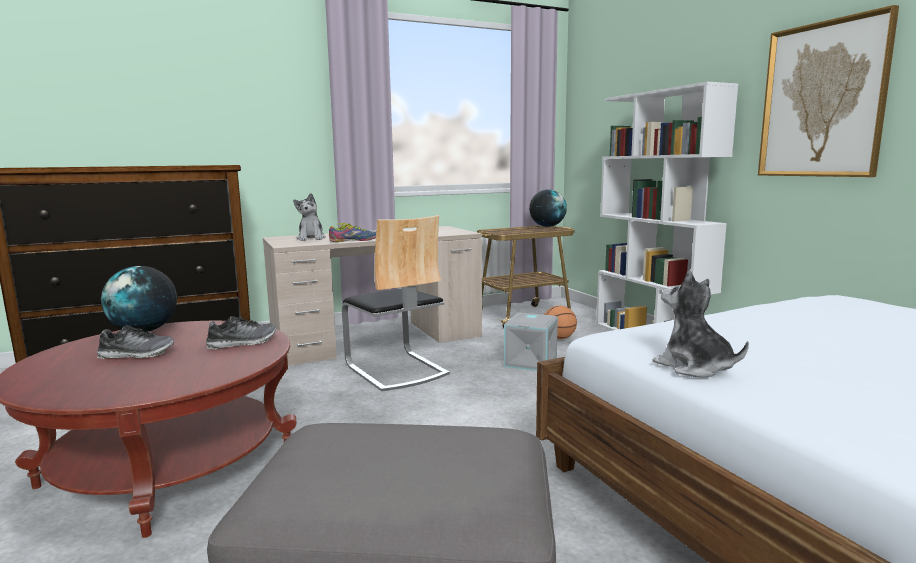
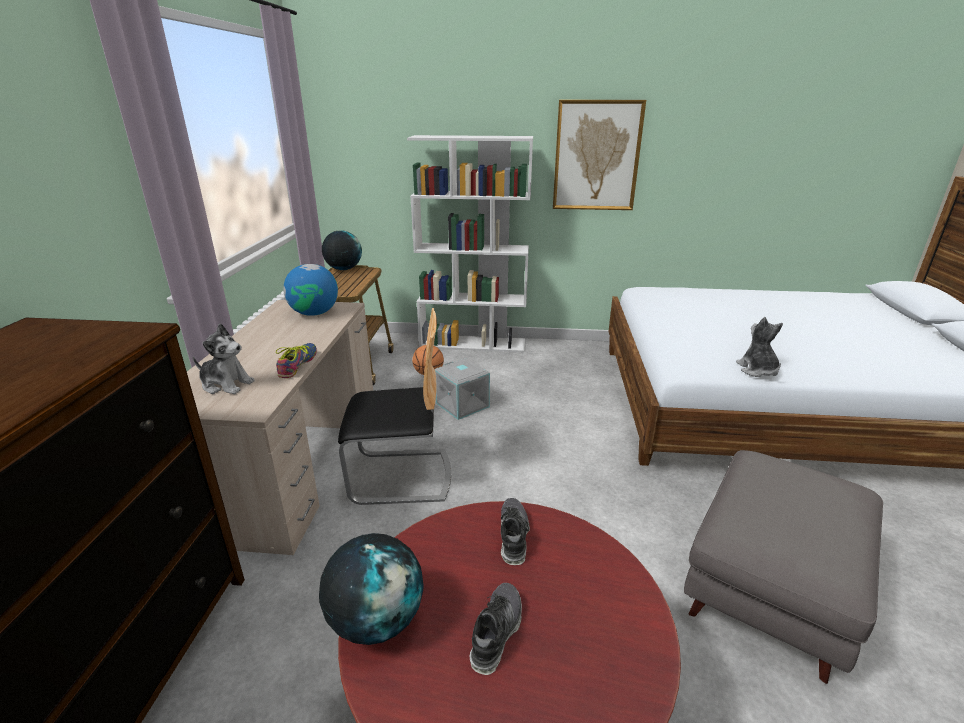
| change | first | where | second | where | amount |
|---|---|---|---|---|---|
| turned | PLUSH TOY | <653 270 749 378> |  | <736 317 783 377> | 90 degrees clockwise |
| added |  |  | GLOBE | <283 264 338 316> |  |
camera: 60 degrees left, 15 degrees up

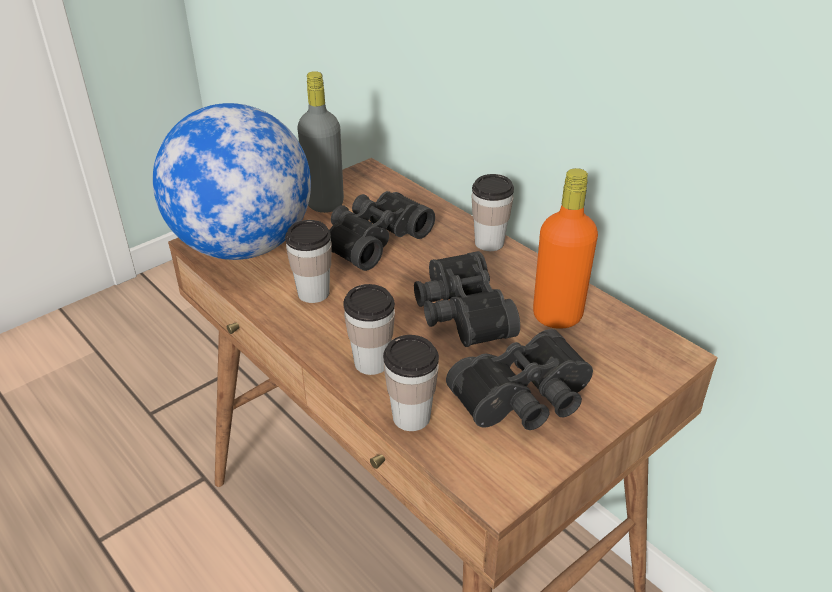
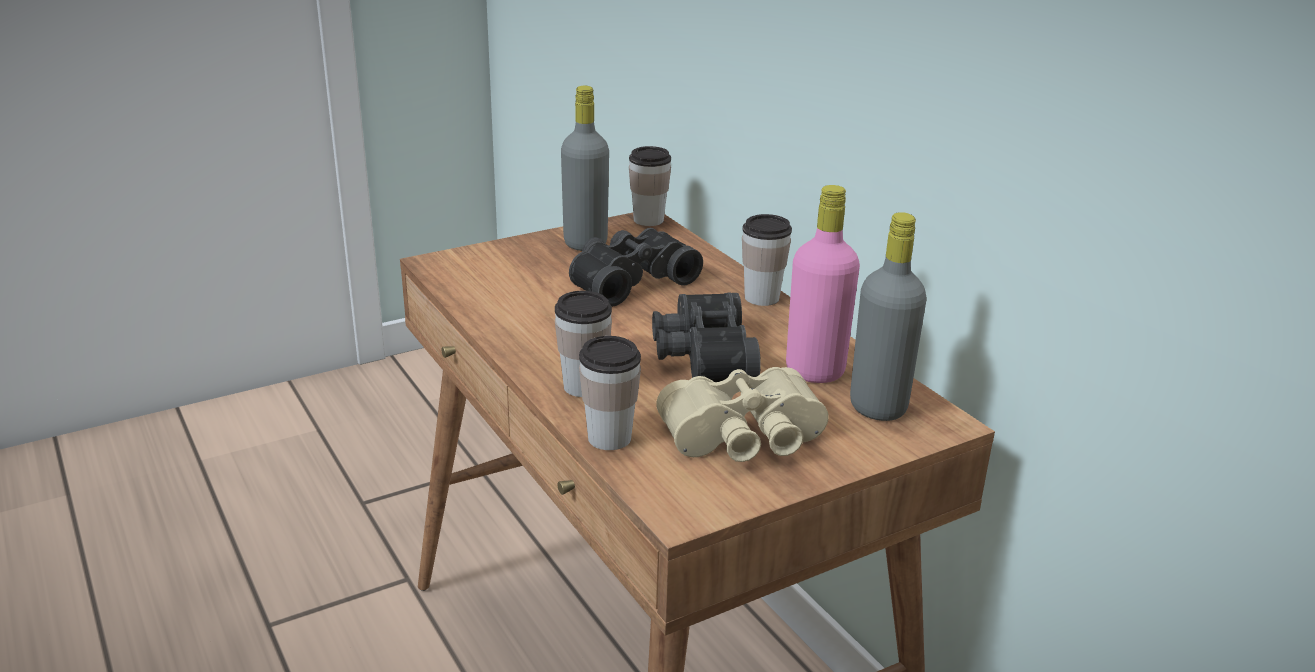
| change | first | where | second | where | amount |
|---|---|---|---|---|---|
| removed | GLOBE | <153 103 311 260> |  |  |  |
| moved | CUP | <285 220 332 303> |  | <629 146 671 226> |  |
| recoloured | BLACK BINOCULARS | <446 329 593 430> | BEIGE BINOCULARS | <656 367 829 462> |  |
| recoloured | ORANGE BOTTLE | <533 168 598 329> | PINK BOTTLE | <786 185 860 383> |  |
| added |  |  | GREY BOTTLE | <850 212 927 421> |  |
camera: 10 degrees right, 10 degrees down

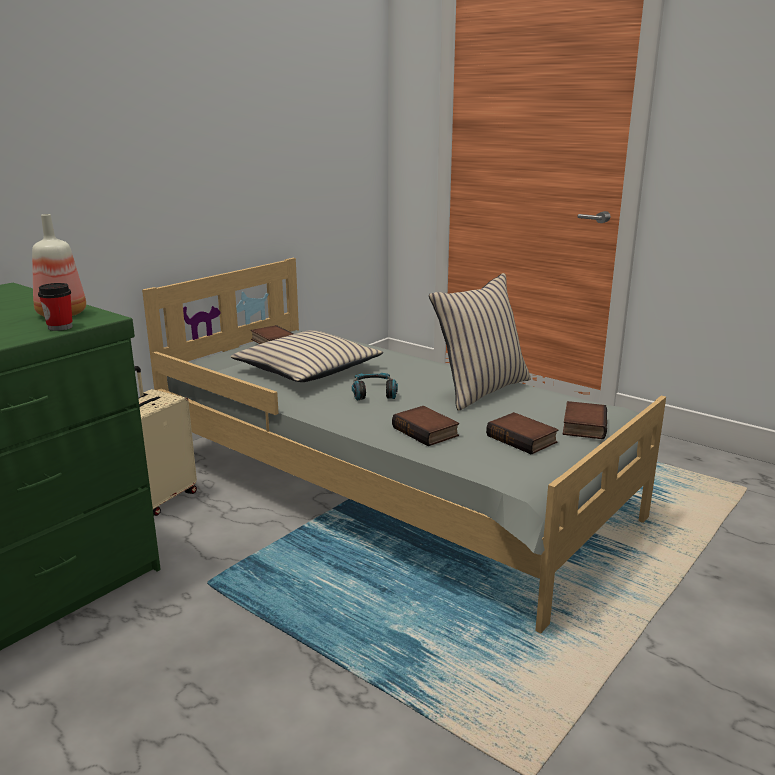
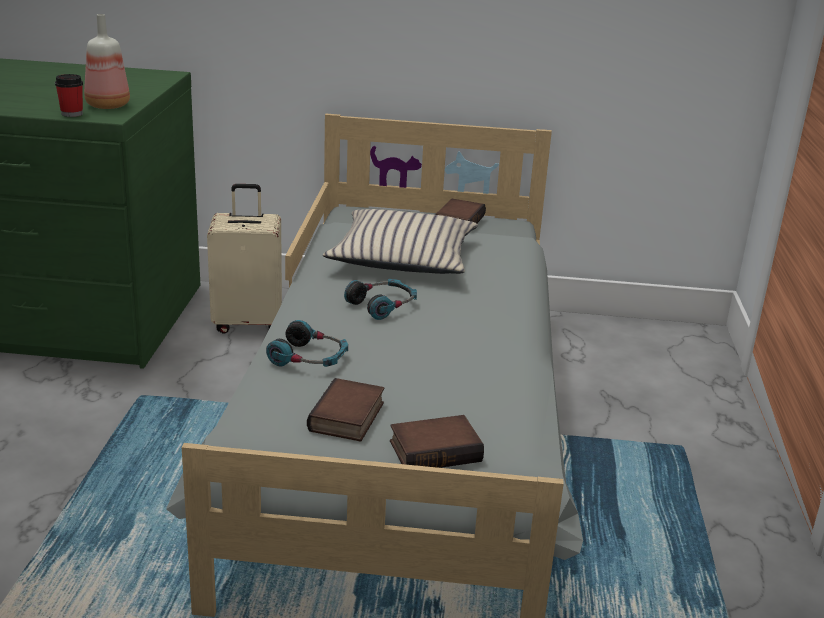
| change | first | where | second | where | amount |
|---|---|---|---|---|---|
| replaced | BOOK | <392 406 459 446> | HEADPHONES | <266 320 348 367> |  |
| removed | BEIGE PILLOW | <429 273 531 411> |  |  |  |
camera: 55 degrees right, 5 degrees up

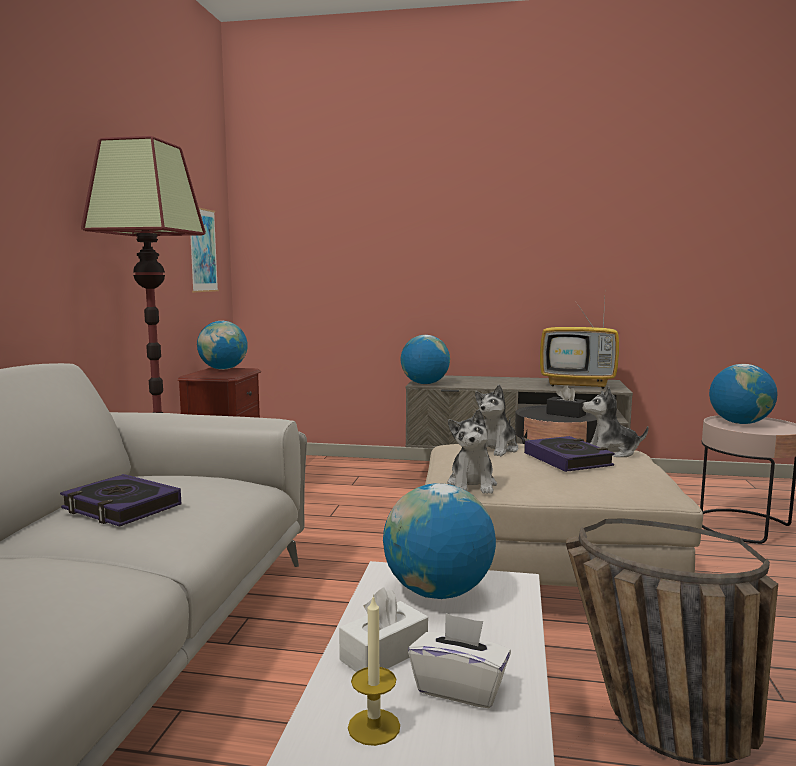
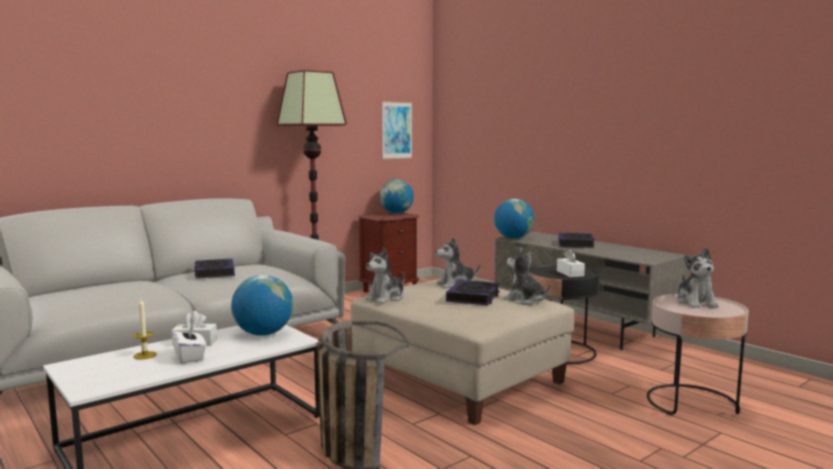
| change | first | where | second | where | amount |
|---|---|---|---|---|---|
| removed | TELEVISION | <540 296 619 389> |  |  |  |
| recoloured | BLACK TISSUE BOX | <546 385 587 418> | WHITE TISSUE BOX | <557 249 585 277> |  |
| replaced | GLOBE | <709 364 777 424> | PLUSH TOY | <676 248 719 308> |  |
| added |  |  | BOOK | <559 233 594 248> |  |
camera: 40 degrees right, 0 degrees up

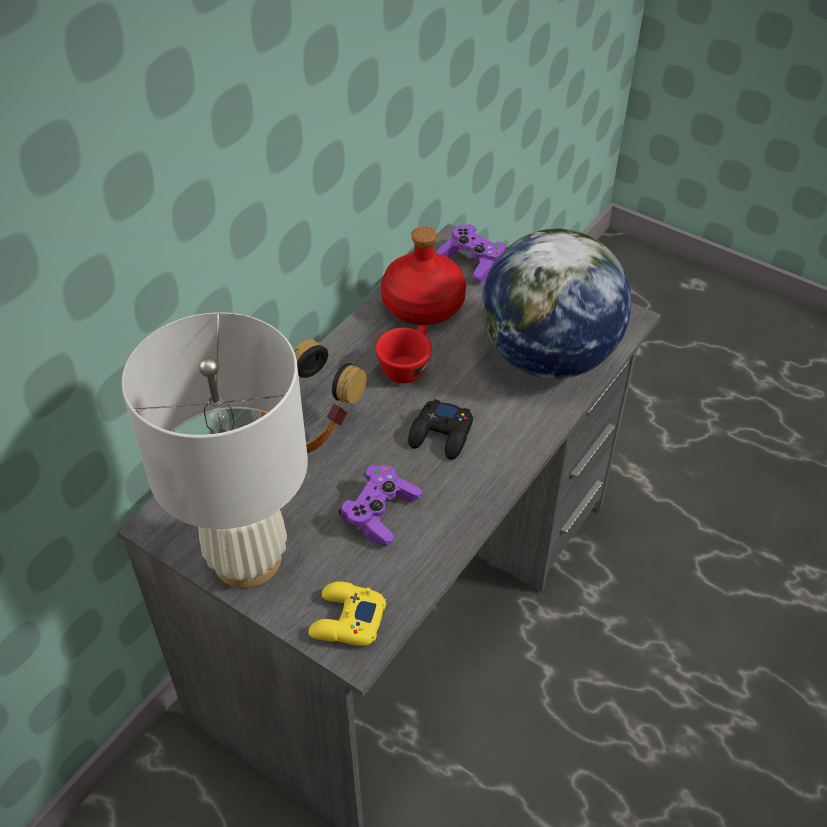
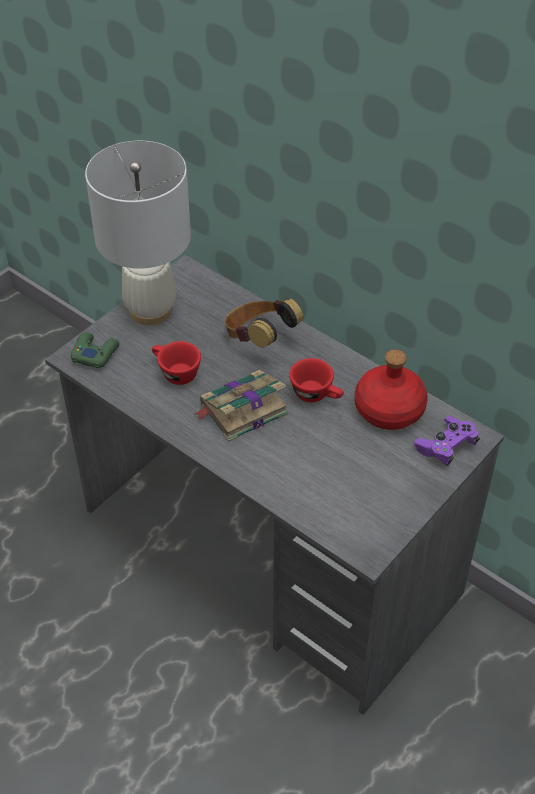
| change | first | where | second | where | amount |
|---|---|---|---|---|---|
| recoloured | YELLOW GAME CONTROLLER | <308 582 386 646> | GREEN GAME CONTROLLER | <71 332 119 368> |  |
| replaced | PURPLE GAME CONTROLLER | <339 465 422 547> | RED CUP | <152 341 201 385> |  |
| replaced | BLACK GAME CONTROLLER | <408 399 473 460> | BOOK | <194 370 288 442> |  |
| removed | GLOBE | <481 228 631 379> |  |  |  |
camera: 95 degrees right, 0 degrees up

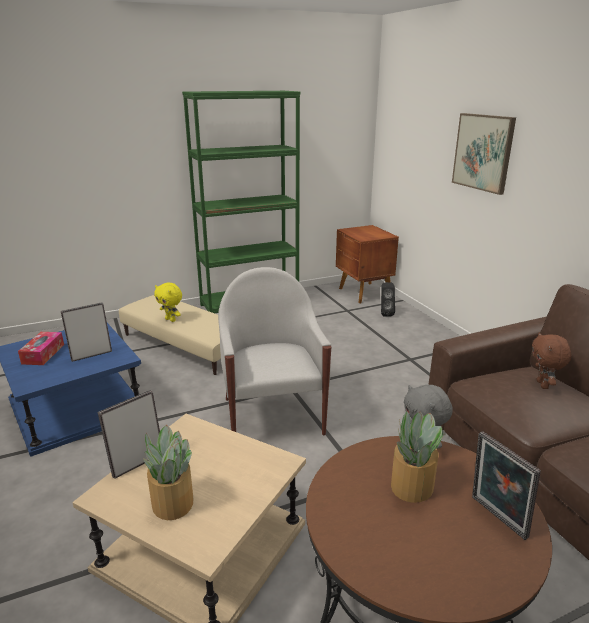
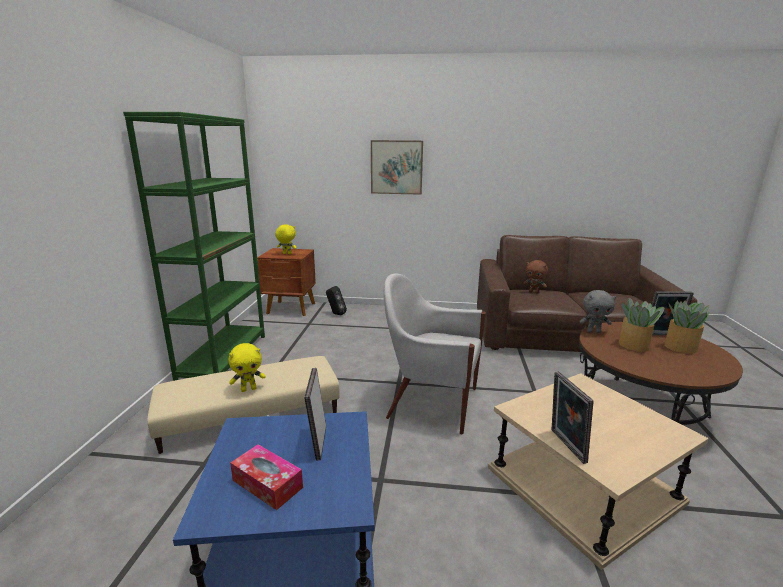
| change | first | where | second | where | amount |
|---|---|---|---|---|---|
| moved | POTTED PLANT | <143 425 193 520> |  | <665 300 709 354> |  |
| added |  |  | YELLOW PLUSH TOY | <275 224 297 254> |  |
camera: 60 degrees left, 5 degrees down

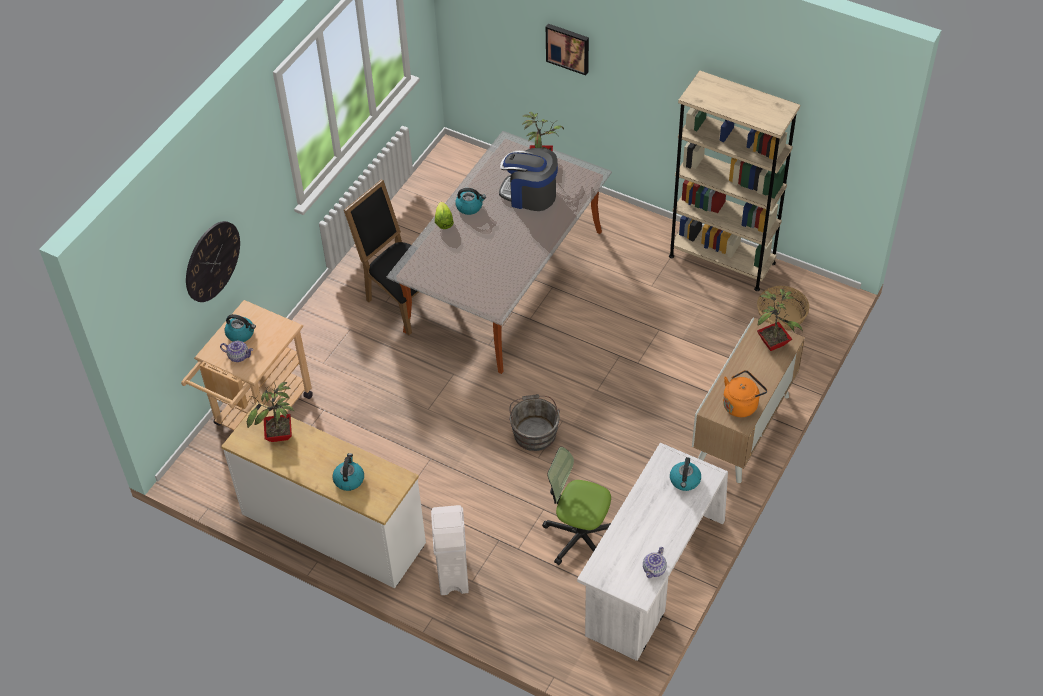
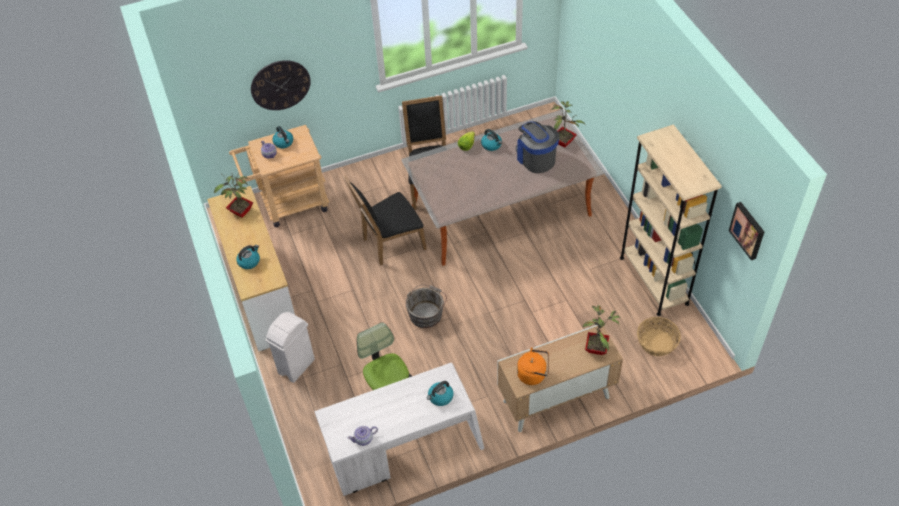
| change | first | where | second | where | amount |
|---|---|---|---|---|---|
| moved | PICTURE | <546 24 589 76> |  | <729 202 764 260> |  |
| added |  |  | BLACK CHAIR | <344 176 427 266> |  |
camera: 40 degrees right, 0 degrees up

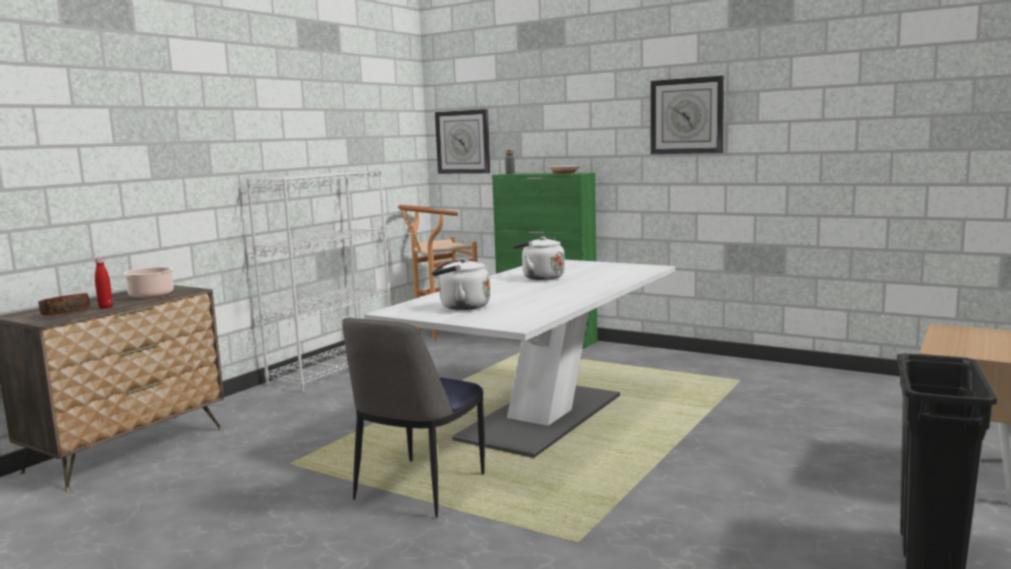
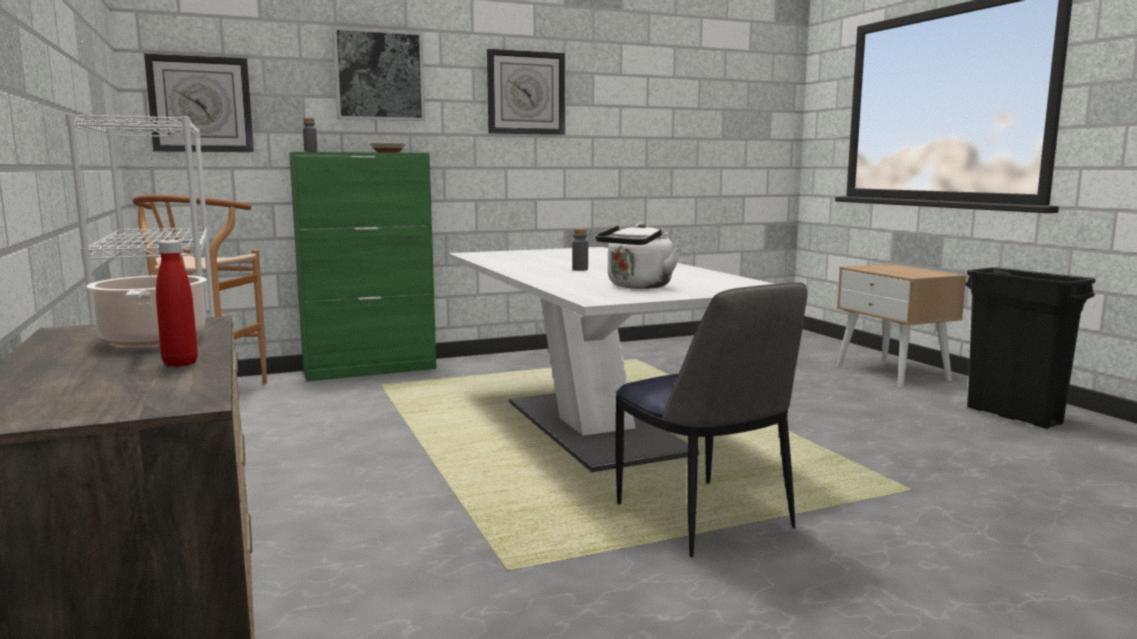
| change | first | where | second | where | amount |
|---|---|---|---|---|---|
| removed | BOWL | <38 293 90 316> |  |  |  |
| removed | WHITE KETTLE | <513 237 565 280> |  |  |  |
| added |  |  | PICTURE | <332 26 425 121> |  |
| added |  |  | GREY BOTTLE | <572 229 588 271> |  |
camera: 55 degrees left, 0 degrees up

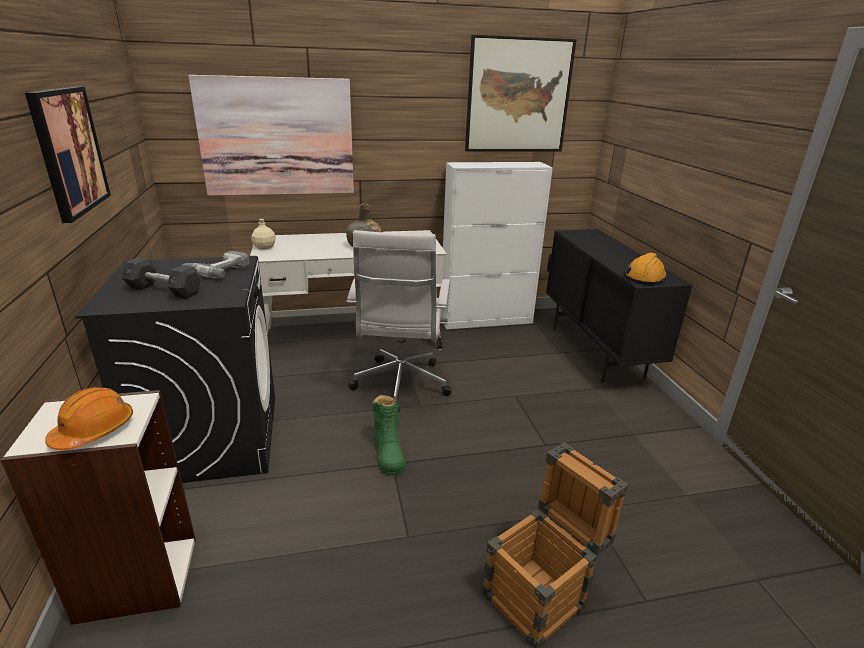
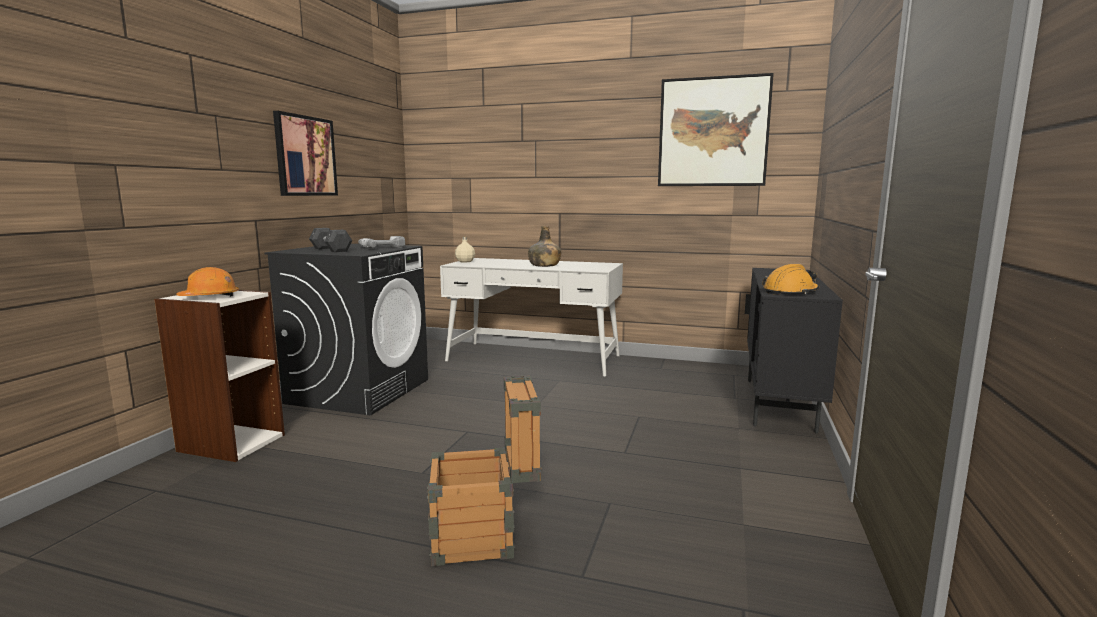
| change | first | where | second | where | amount |
|---|---|---|---|---|---|
| removed | PICTURE | <188 75 354 196> |  |  |  |
| removed | WHITE OFFICE CHAIR | <346 230 451 412> |  |  |  |
| removed | GREEN BOOT | <372 394 406 475> |  |  |  |
| removed | WHITE CABINET | <443 162 553 329> |  |  |  |
camera: 30 degrees right, 15 degrees down

